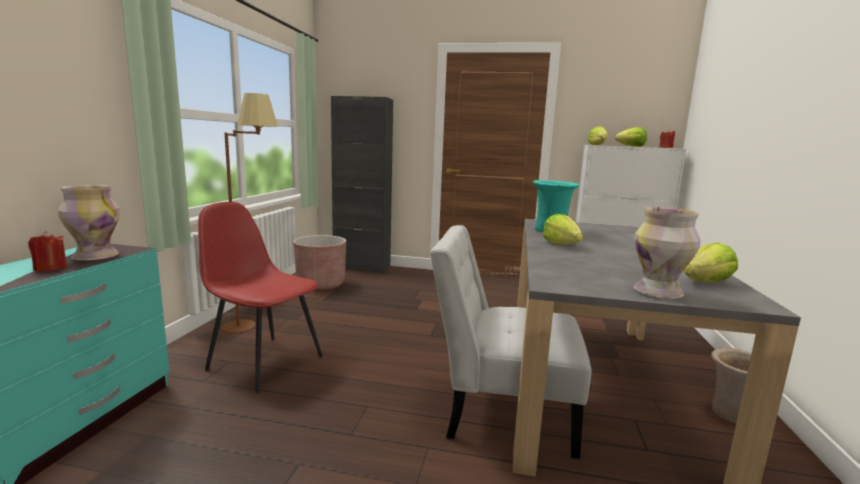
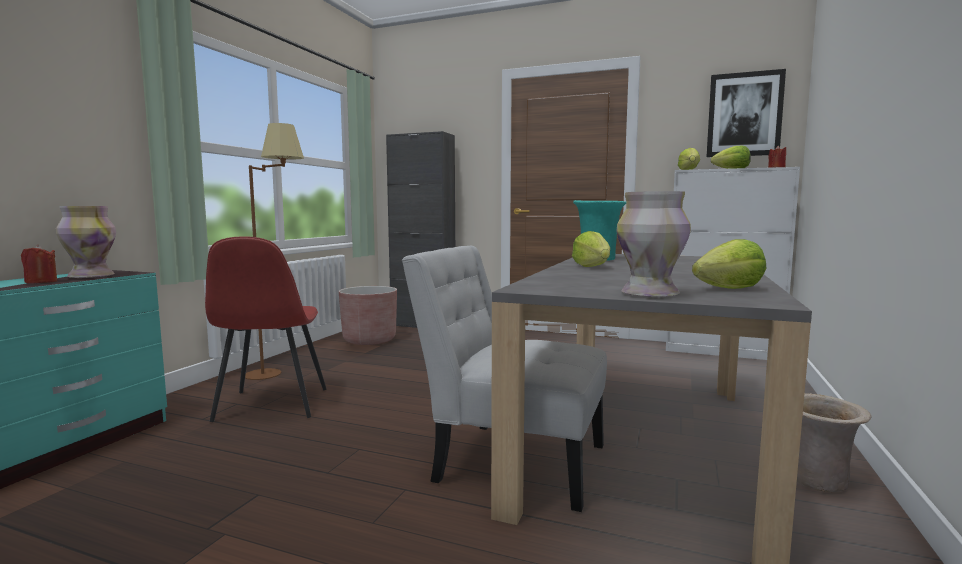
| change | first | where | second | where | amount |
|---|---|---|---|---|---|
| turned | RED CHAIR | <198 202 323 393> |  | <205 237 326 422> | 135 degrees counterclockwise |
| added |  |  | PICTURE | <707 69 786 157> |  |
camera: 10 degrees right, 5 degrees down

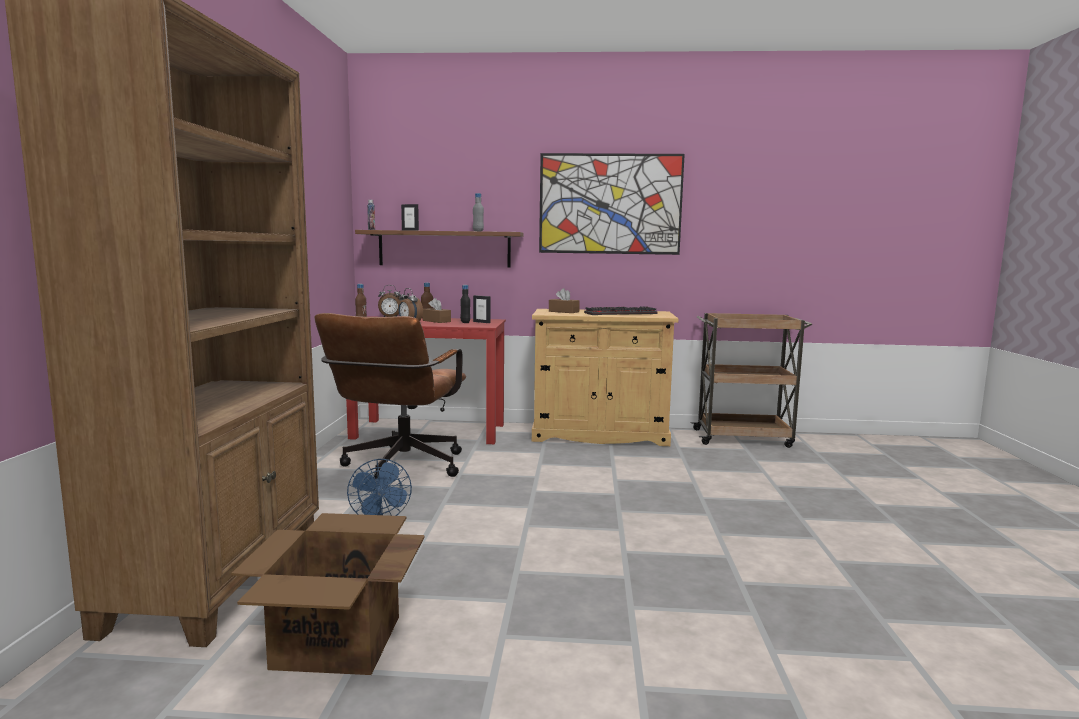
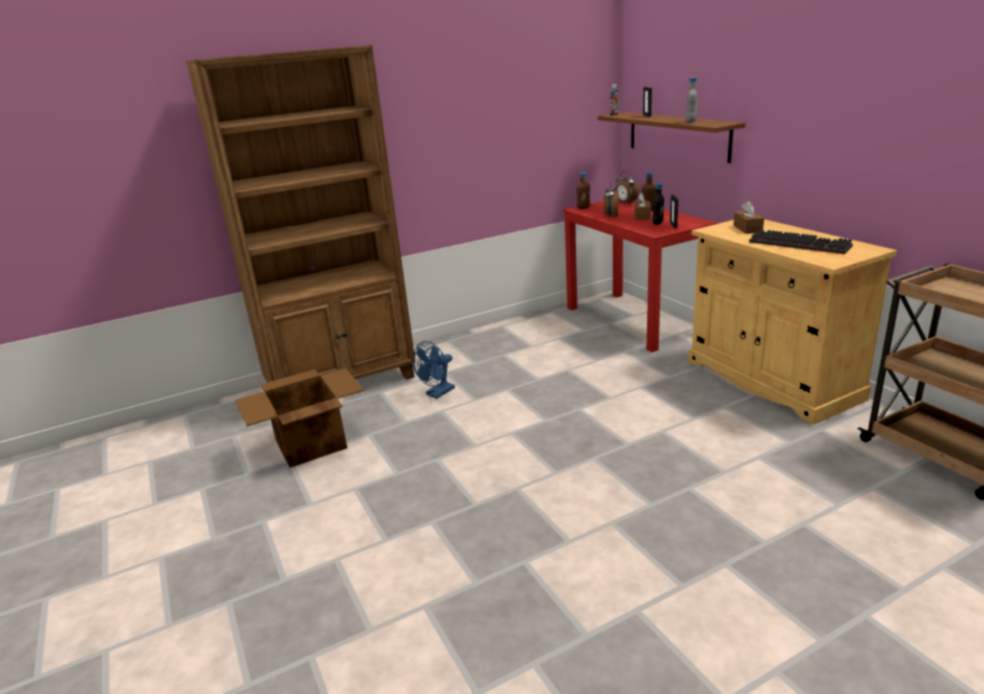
| change | first | where | second | where | amount |
|---|---|---|---|---|---|
| removed | BROWN OFFICE CHAIR | <314 313 466 479> |  |  |  |
| removed | PICTURE | <539 153 685 255> |  |  |  |
camera: 60 degrees right, 15 degrees up

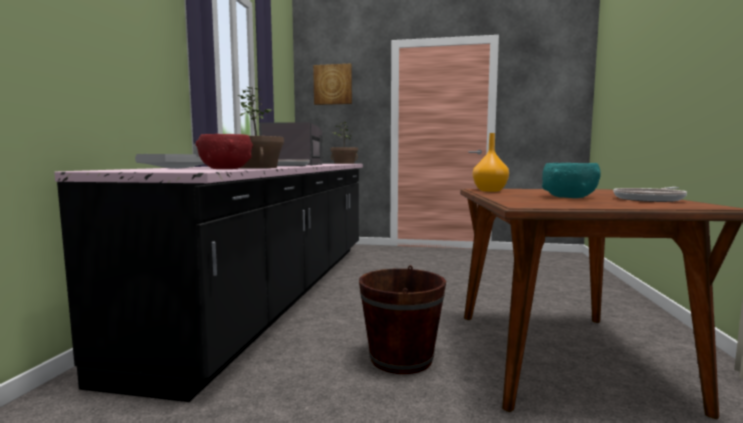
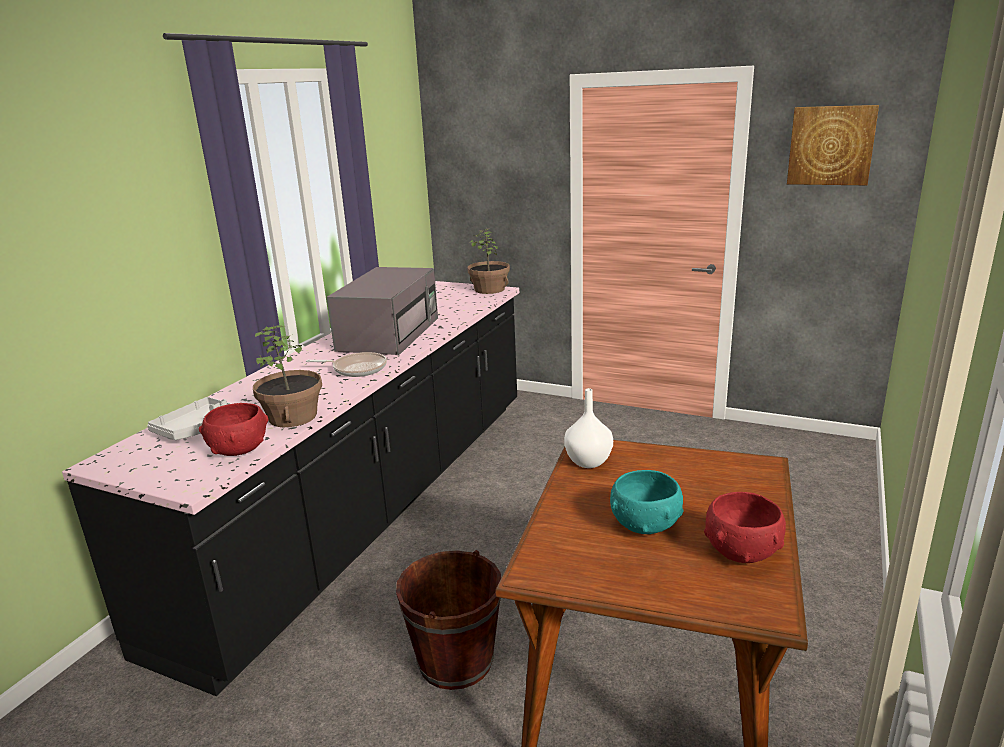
| change | first | where | second | where | amount |
|---|---|---|---|---|---|
| moved | PICTURE | <313 64 352 105> |  | <787 105 879 185> |  |
| recoloured | ORANGE VASE | <473 133 509 192> | WHITE VASE | <564 388 613 468> |  |
| replaced | FRYING PAN | <613 187 687 202> | RED BOWL | <704 492 786 563> |  |
camera: 15 degrees right, 15 degrees up

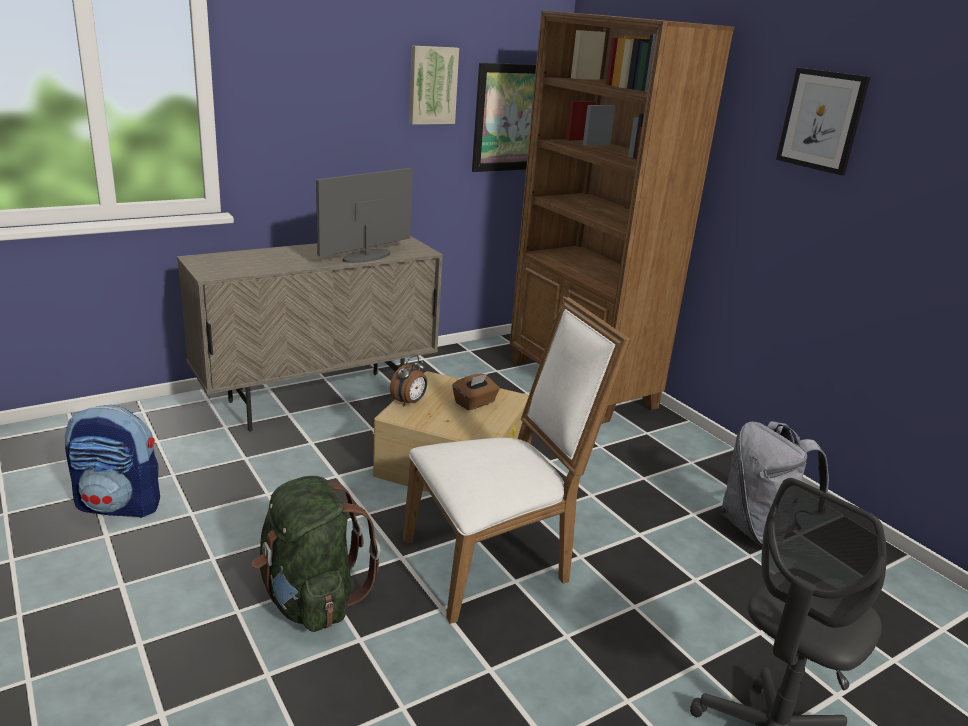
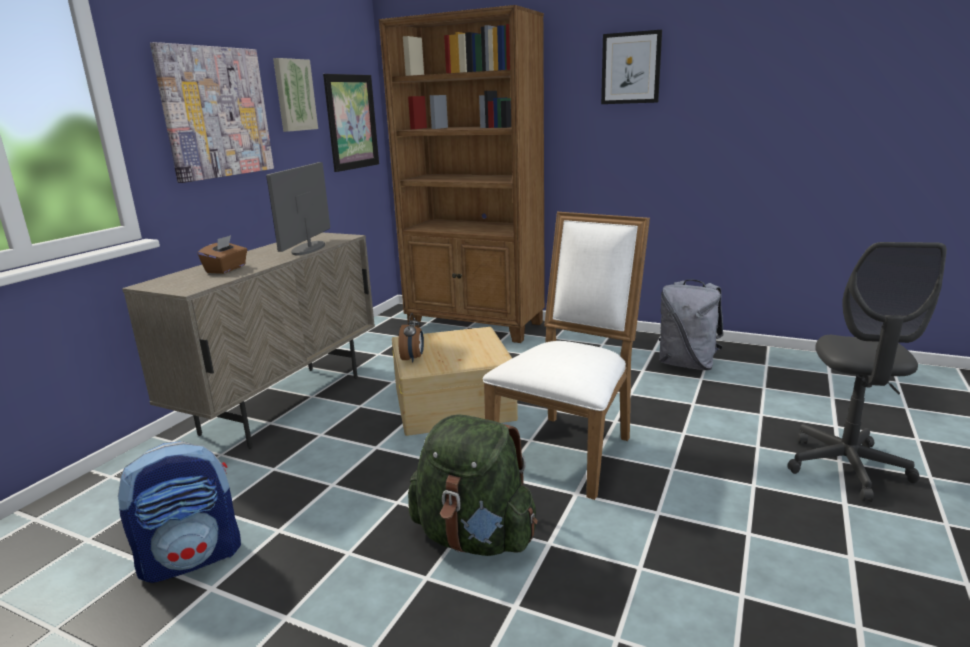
| change | first | where | second | where | amount |
|---|---|---|---|---|---|
| moved | BROWN TISSUE BOX | <452 374 500 411> |  | <198 235 247 274> |  |
| added |  |  | PICTURE | <150 42 274 183> |  |
camera: 30 degrees left, 5 degrees down

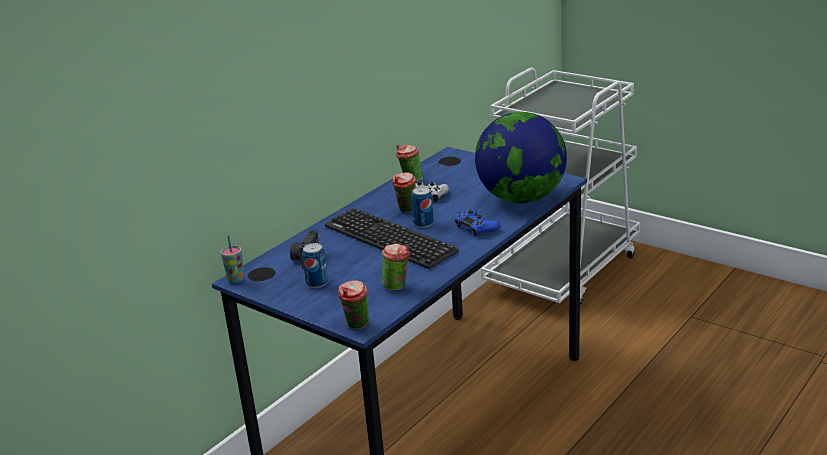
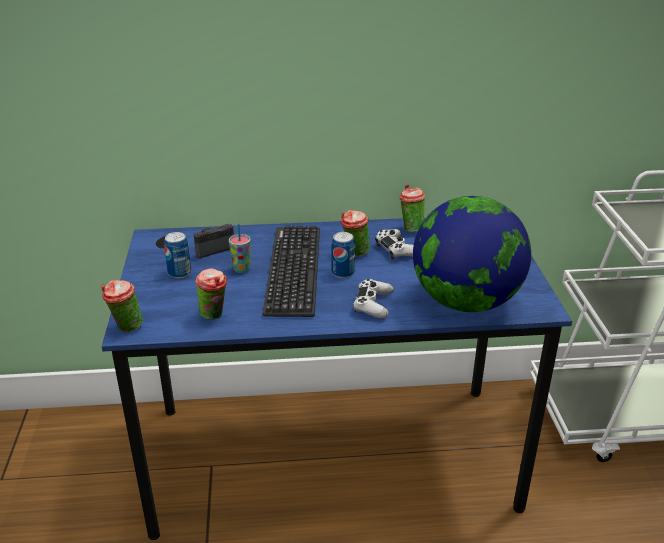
| change | first | where | second | where | amount |
|---|---|---|---|---|---|
| moved | CUP | <221 235 244 283> |  | <229 223 251 273> |  |
| recoloured | BLUE GAME CONTROLLER | <455 210 501 236> | WHITE GAME CONTROLLER | <353 279 394 318> |  |
camera: 45 degrees right, 5 degrees up

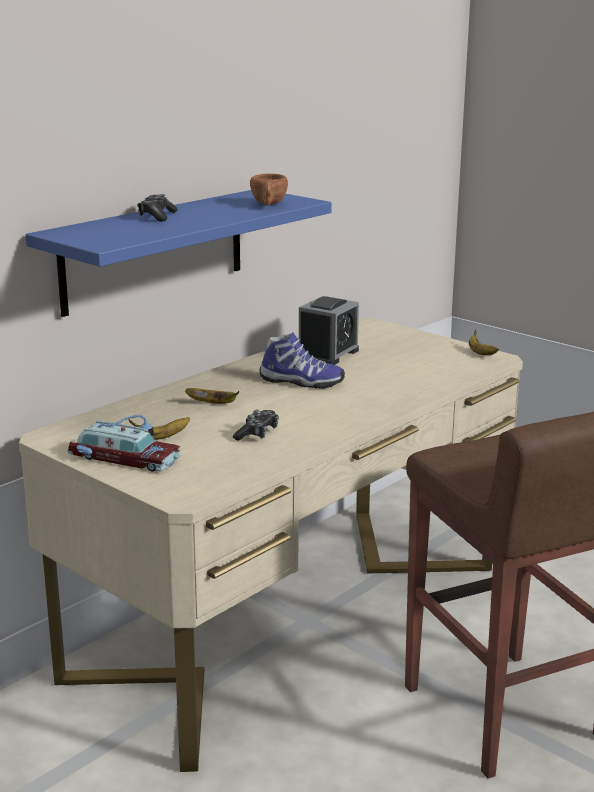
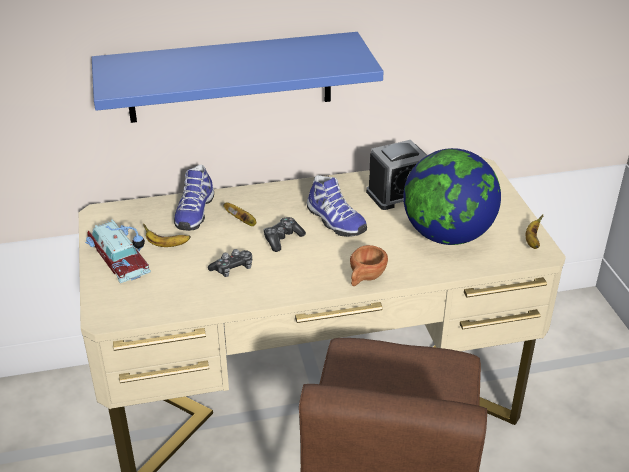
| change | first | where | second | where | amount |
|---|---|---|---|---|---|
| moved | GAME CONTROLLER | <137 194 178 222> |  | <263 217 306 252> |  |
| moved | BROWN CUP | <250 174 288 206> |  | <350 245 388 286> |  |
| added |  |  | SHOE | <174 165 214 231> |  |
| added |  |  | GLOBE | <403 148 501 245> |  |
camera: 35 degrees right, 15 degrees up

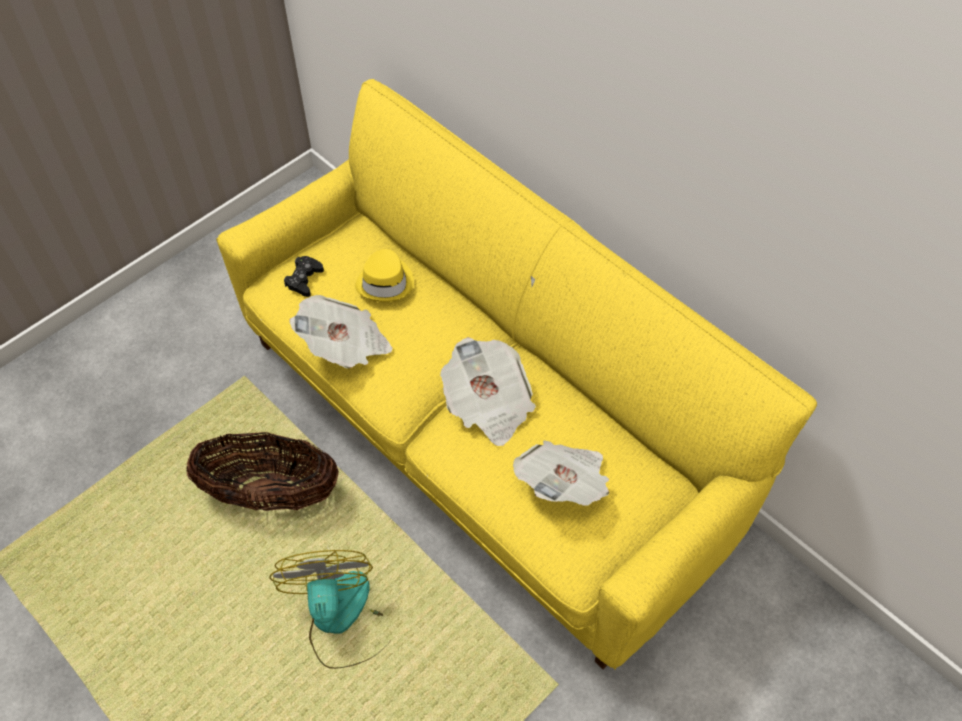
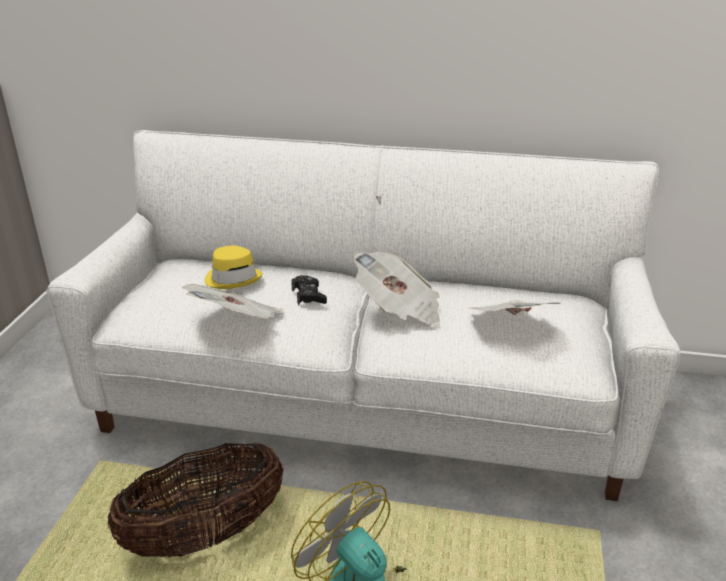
| change | first | where | second | where | amount |
|---|---|---|---|---|---|
| recoloured | YELLOW SOFA | <216 79 817 670> | WHITE SOFA | <47 130 681 501> |  |
| moved | BLACK GAME CONTROLLER | <284 256 324 297> |  | <291 275 327 305> |  |
camera: 35 degrees left, 25 degrees down

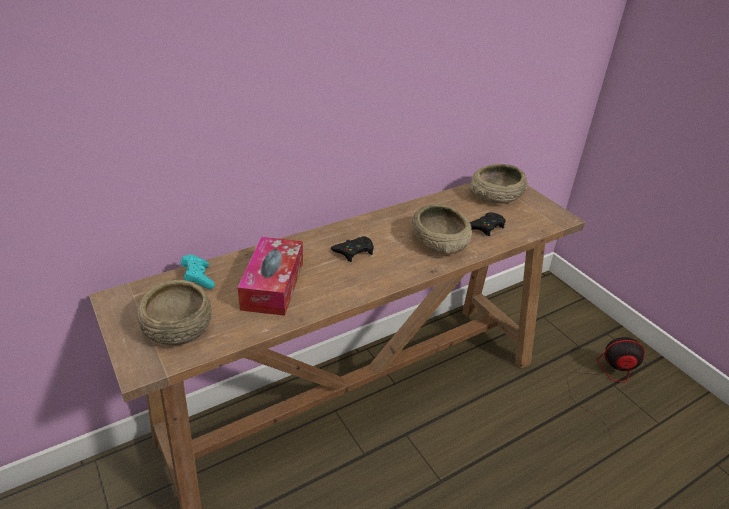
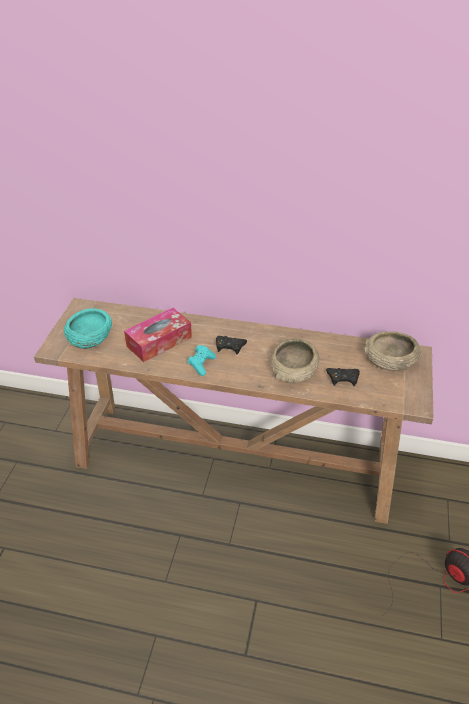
| change | first | where | second | where | amount |
|---|---|---|---|---|---|
| recoloured | BEIGE BOWL | <137 280 212 345> | TURQUOISE BOWL | <64 308 112 349> |  |
| moved | TURQUOISE GAME CONTROLLER | <181 255 215 289> |  | <187 345 216 376> |  |
camera: 45 degrees right, 5 degrees up

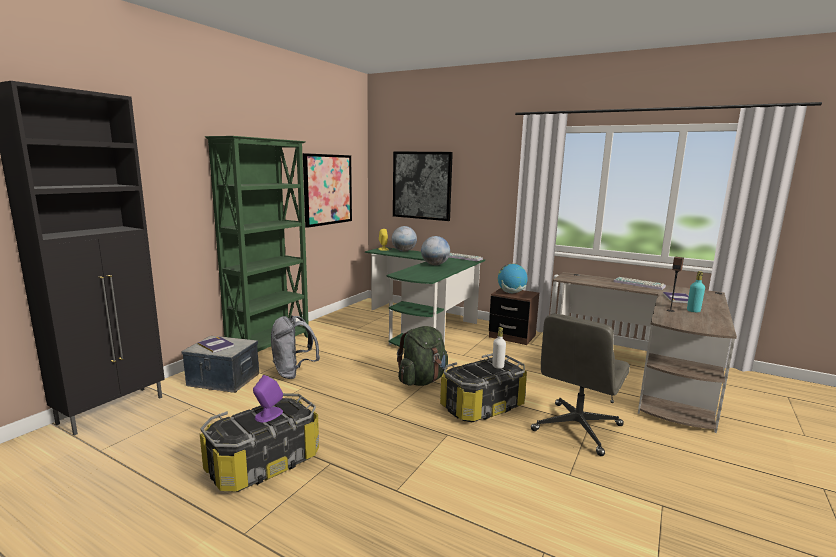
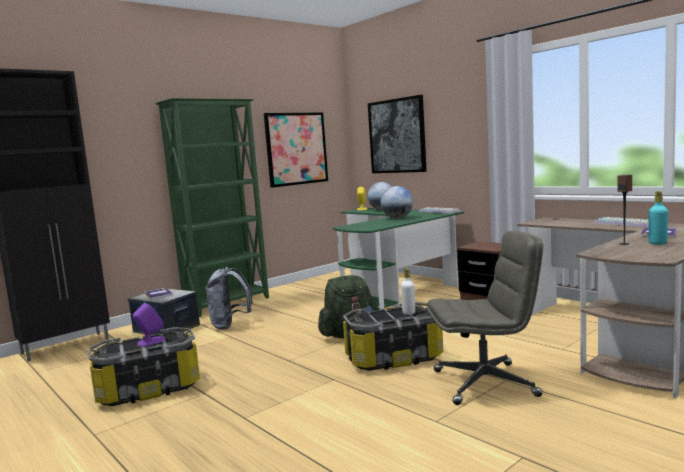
| change | first | where | second | where | amount |
|---|---|---|---|---|---|
| removed | GLOBE | <498 263 528 293> |  |  |  |
| turned | GREY OFFICE CHAIR | <531 314 630 456> |  | <427 231 543 405> | 150 degrees counterclockwise |
camera: 20 degrees right, 5 degrees down

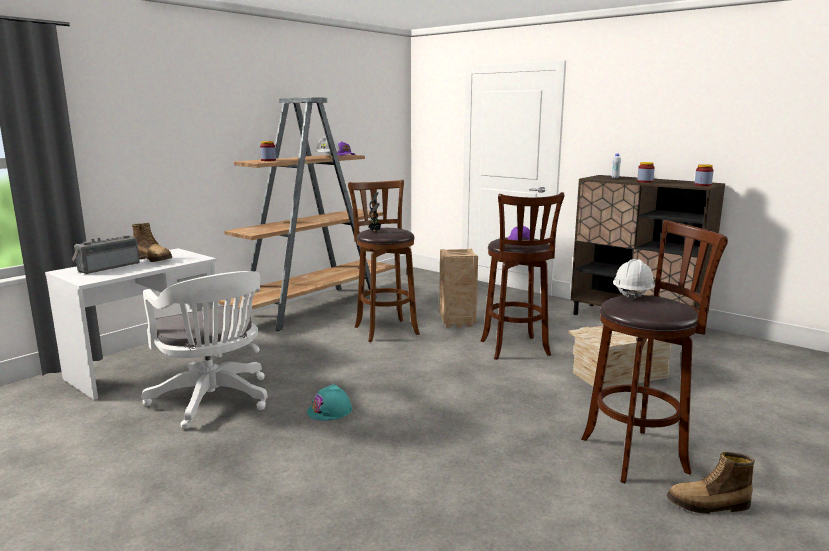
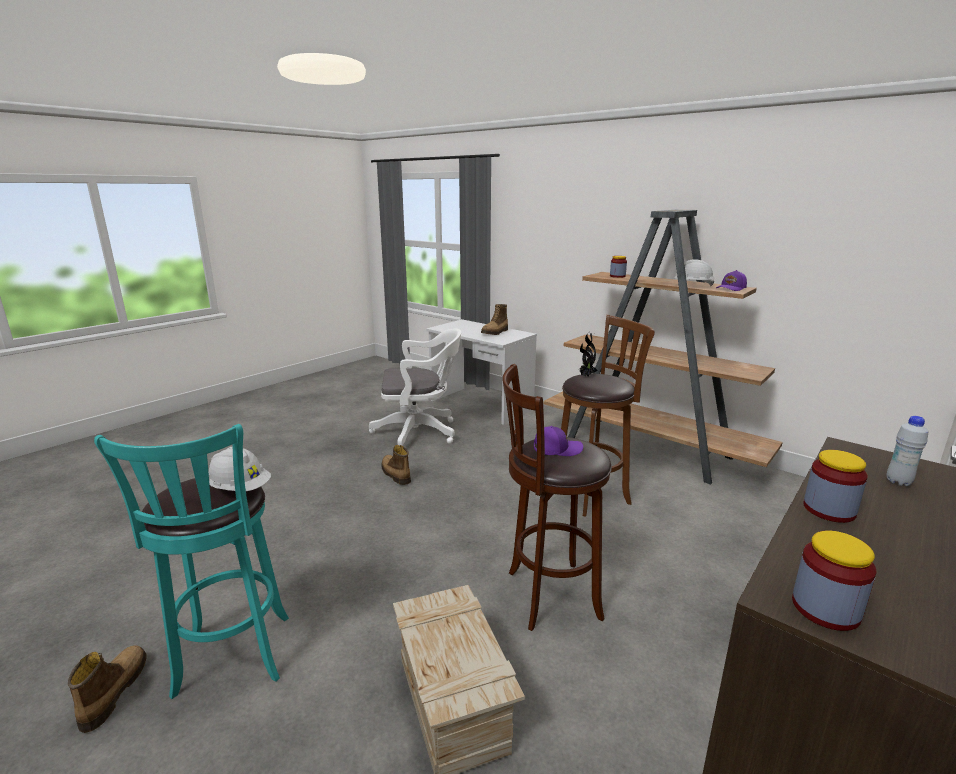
| change | first | where | second | where | amount |
|---|---|---|---|---|---|
| removed | RADIO | <72 235 140 274> |  |  |  |
| turned | WHITE OFFICE CHAIR | <142 271 268 429> |  | <369 329 461 445> | 150 degrees counterclockwise |
| replaced | TURQUOISE HARD HAT | <307 384 352 420> | BOOT | <381 445 411 485> |  |
| removed | CRATE | <439 249 478 328> |  |  |  |
| recoloured | BROWN STOOL | <581 220 728 483> | TURQUOISE STOOL | <94 424 289 699> |  |
camera: 90 degrees right, 5 degrees up

